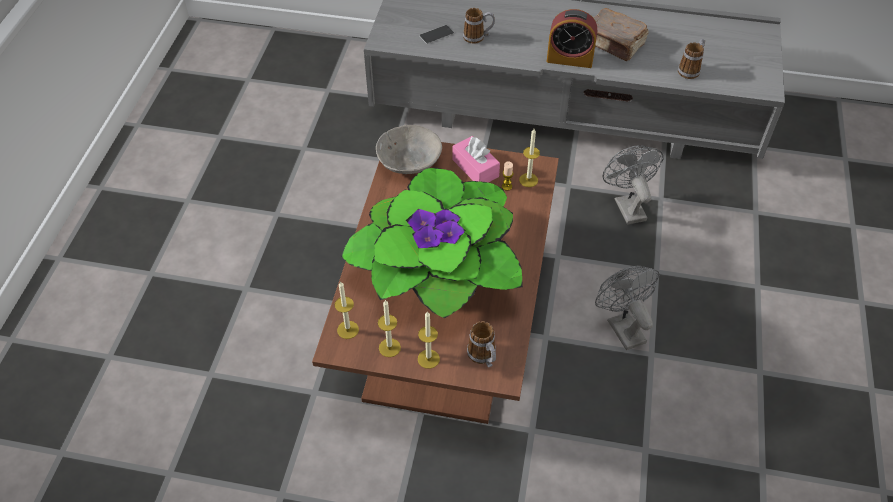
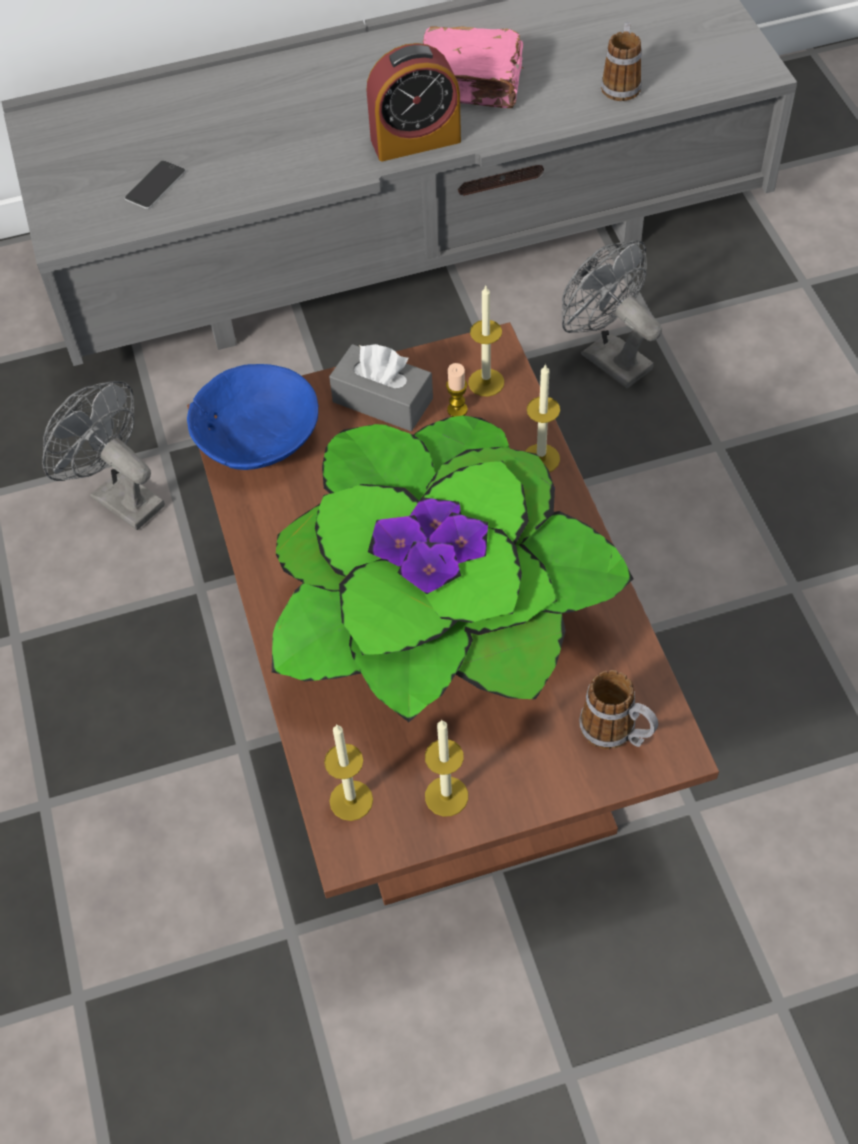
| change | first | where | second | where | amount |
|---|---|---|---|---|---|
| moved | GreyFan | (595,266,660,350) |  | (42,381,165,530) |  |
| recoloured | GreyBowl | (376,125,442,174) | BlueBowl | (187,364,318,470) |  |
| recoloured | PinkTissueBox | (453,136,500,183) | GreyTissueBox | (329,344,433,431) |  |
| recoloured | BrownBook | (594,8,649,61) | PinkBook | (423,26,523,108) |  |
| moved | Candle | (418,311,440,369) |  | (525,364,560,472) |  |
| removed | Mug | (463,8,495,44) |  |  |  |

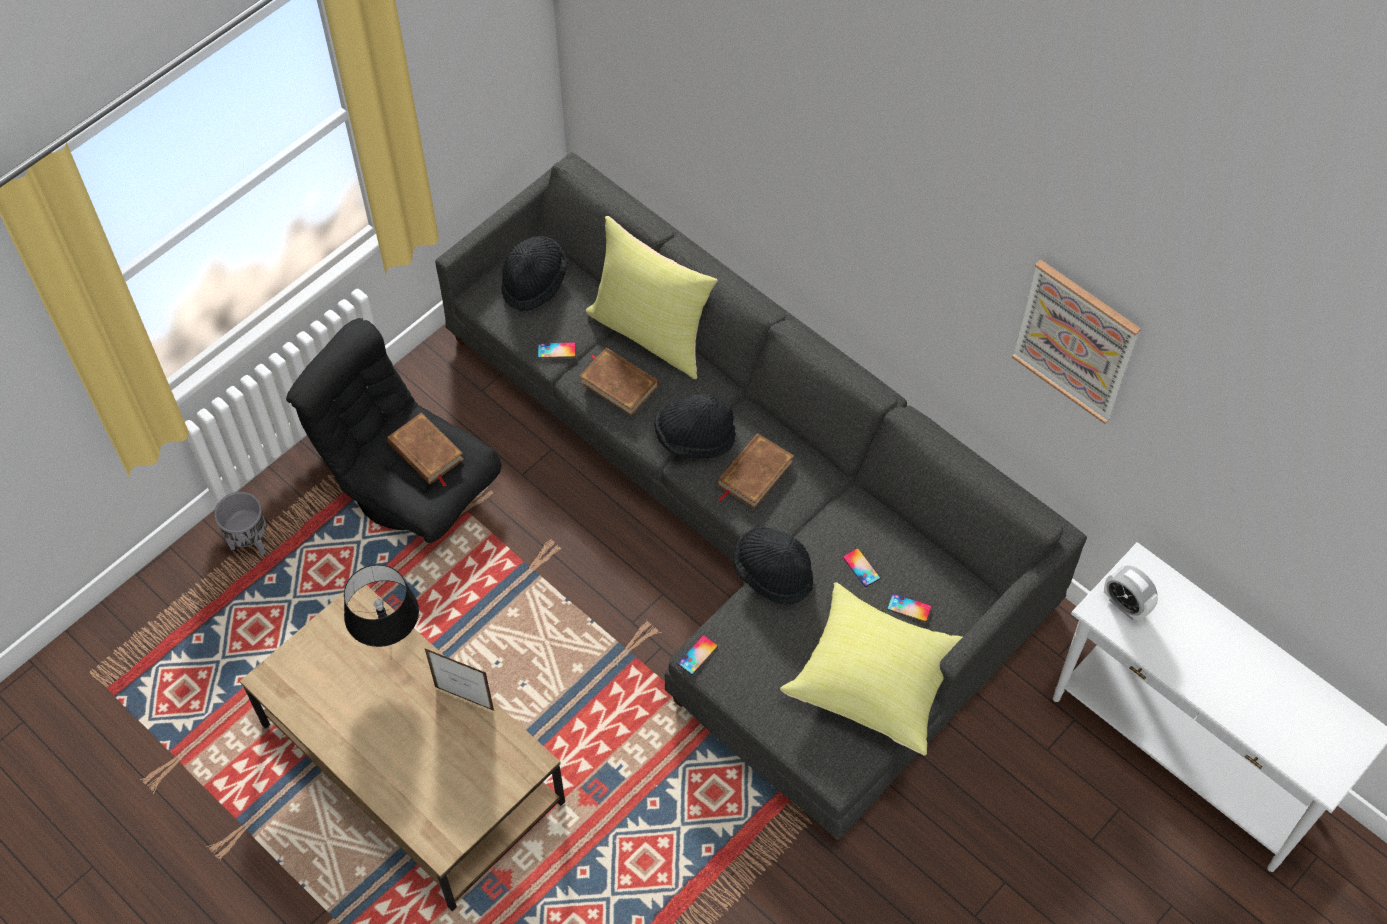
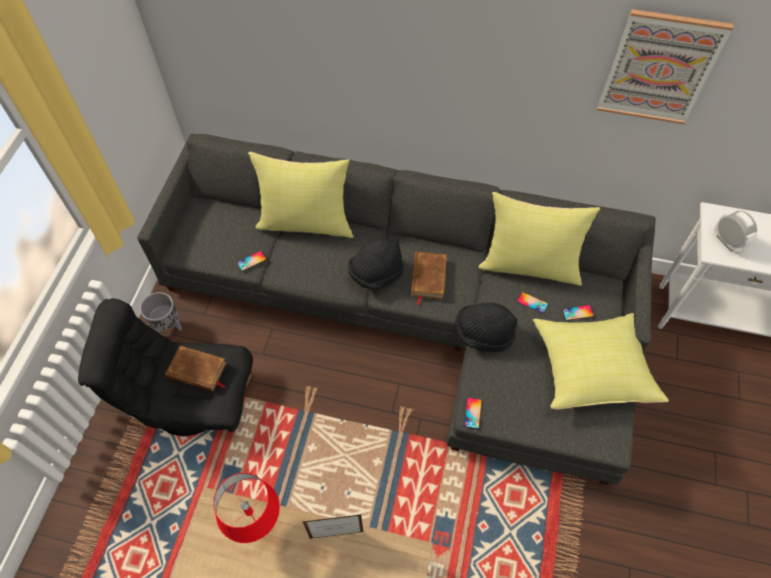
| change | first | where | second | where | amount |
|---|---|---|---|---|---|
| moved | GreyPlanter | (214,492,266,555) |  | (140,292,182,333) |  |
| recoloured | BlackTableLamp | (344,564,419,647) | RedTableLamp | (213,473,280,543) |  |
| added |  |  | YellowPillow | (478,192,600,286) |  |
| turned | AlarmClock | (1104,565,1158,623) |  | (714,210,757,253) | 135 degrees counterclockwise |
| removed | BlackHat | (501,236,568,312) |  |  |  |
| removed | BrownBook | (580,347,659,416) |  |  |  |

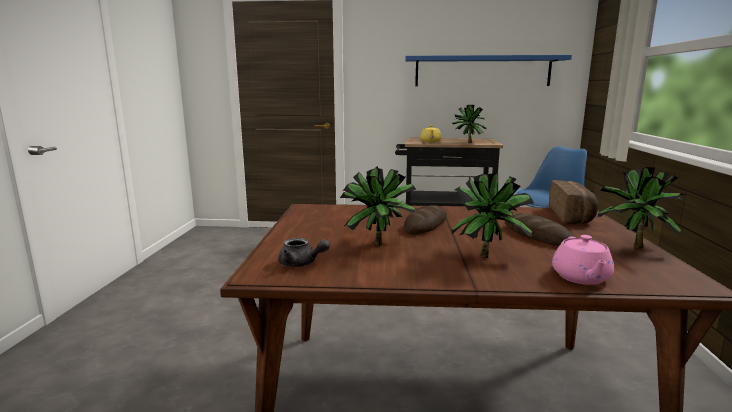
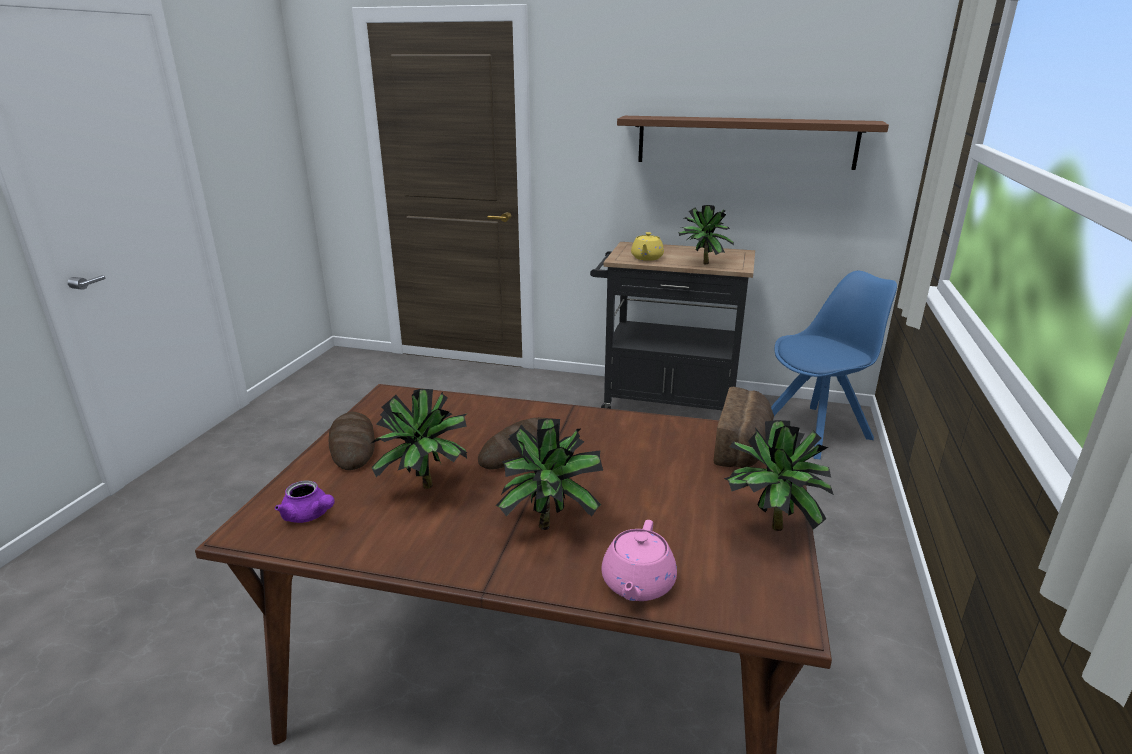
| change | first | where | second | where | amount |
|---|---|---|---|---|---|
| recoloured | GreyTeapot | (278,238,330,267) | PurpleTeapot | (275,481,335,523) |  |
| moved | Bread | (505,214,574,246) |  | (329,412,375,470) |  |
| recoloured | BlueShelf | (405,55,572,86) | BrownShelf | (617,116,889,170) |  |

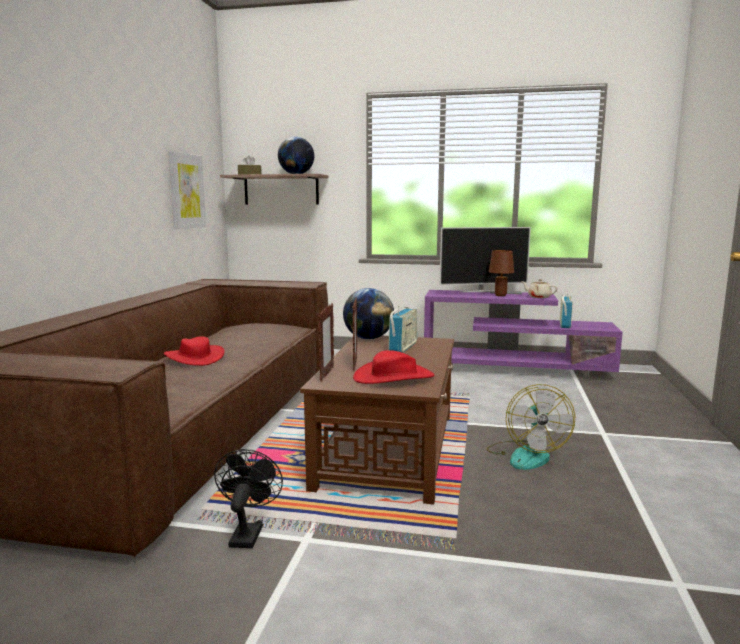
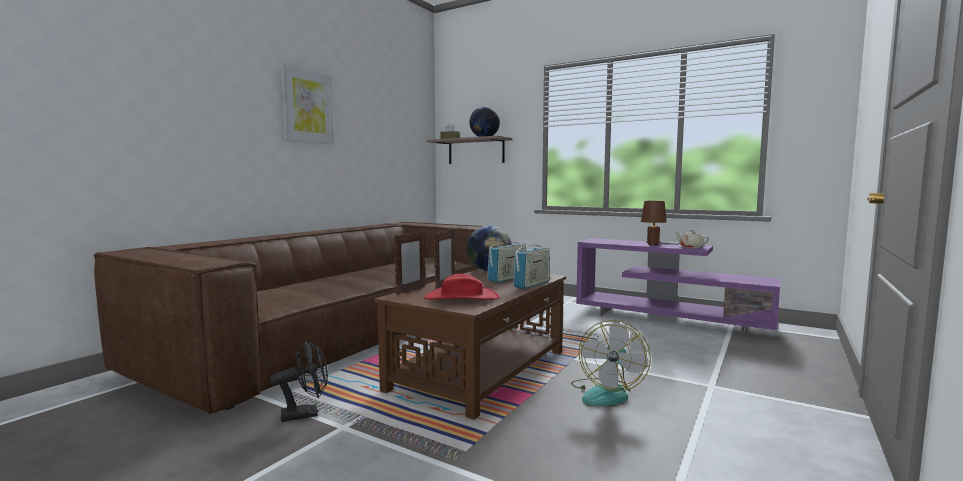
| change | first | where | second | where | amount |
|---|---|---|---|---|---|
| turned | BlackFan | (214,449,283,548) |  | (270,340,328,422) | 45 degrees clockwise |
| moved | Picture | (168,151,206,229) |  | (281,64,334,144) |  |
| moved | Radio | (560,294,573,328) |  | (513,242,550,289) |  |
| removed | RedHat | (164,336,225,366) |  |  |  |
| removed | Television | (440,227,531,292) |  |  |  |

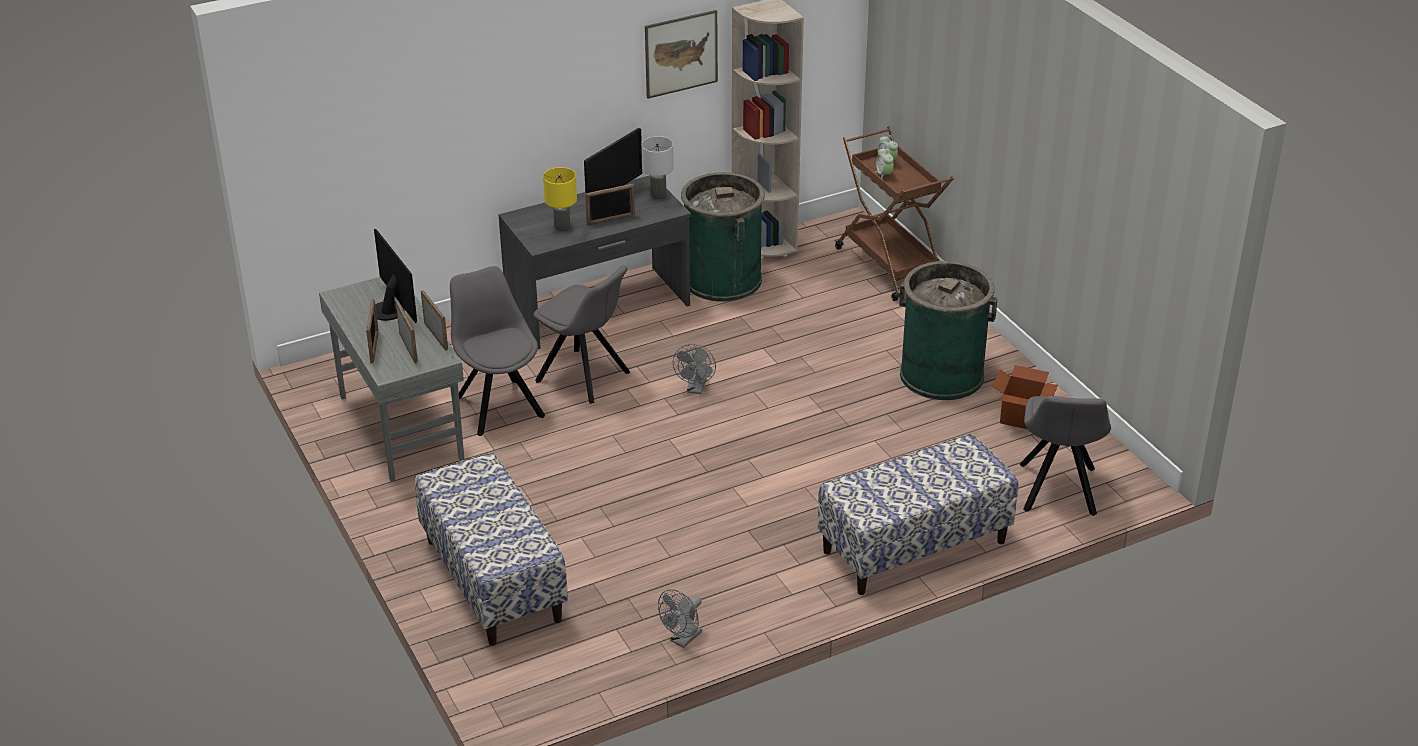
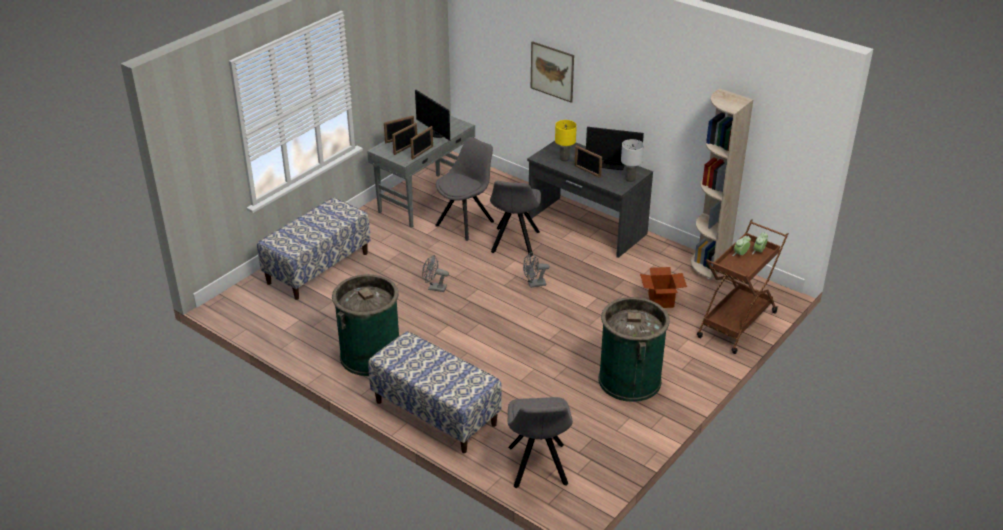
| change | first | where | second | where | amount |
|---|---|---|---|---|---|
| moved | GreenTrashCan | (681,172,765,302) |  | (332,274,399,376) |  |
| turned | Monitor | (374,229,417,323) |  | (415,89,450,141) | 105 degrees clockwise |
| moved | GreyFan | (658,589,702,648) |  | (422,255,449,292) |  |
| turned | GreyChair | (1019,396,1111,516) |  | (507,397,573,488) | 75 degrees counterclockwise |
| moved | Picture | (645,10,718,99) |  | (531,41,574,103) |  |
| moved | CardboardBox | (992,365,1058,429) |  | (640,267,687,308) |  |

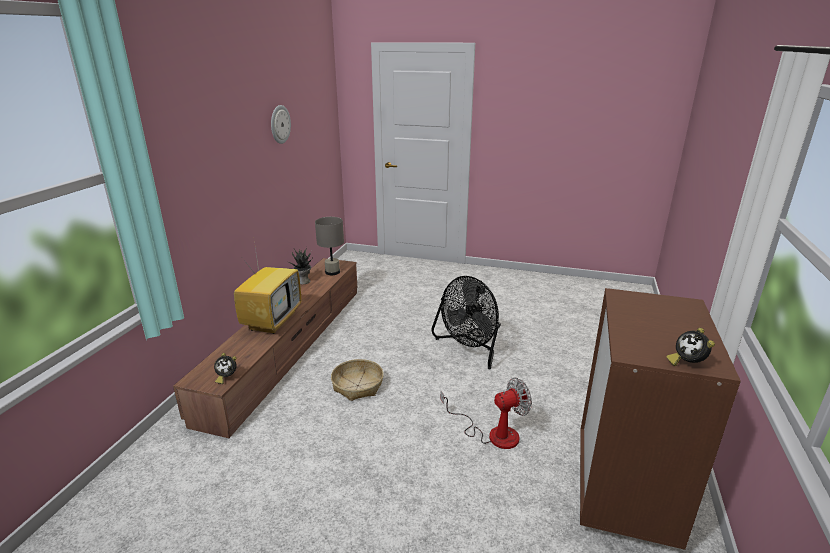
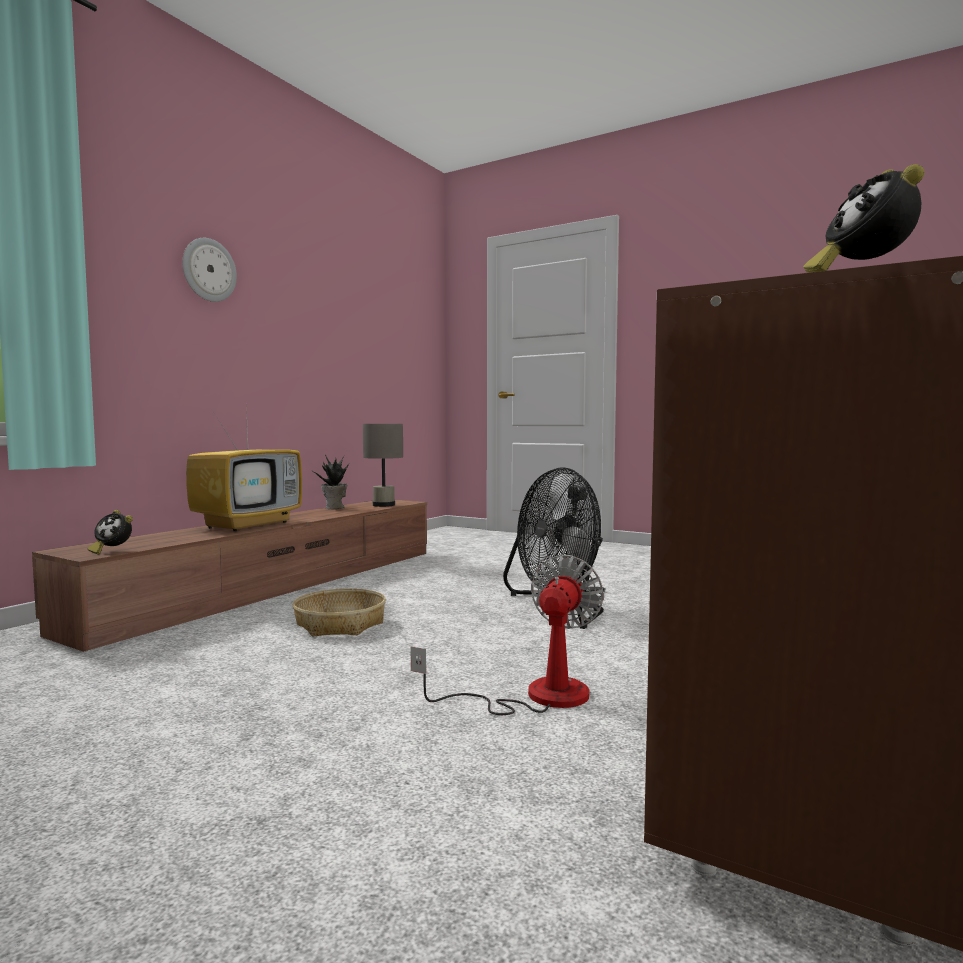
| change | first | where | second | where | amount |
|---|---|---|---|---|---|
| moved | WallClock | (271,105,291,144) |  | (182,238,237,302) |  |
| turned | Fan | (441,378,532,449) |  | (411,555,604,715) | 60 degrees counterclockwise |

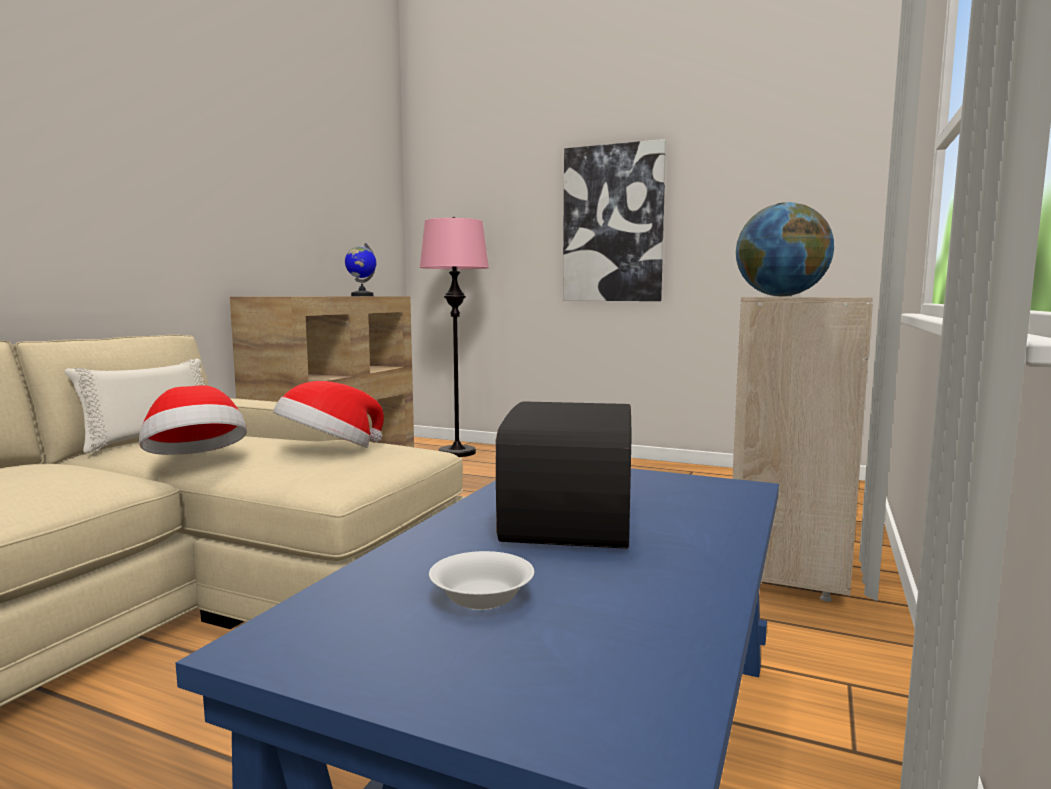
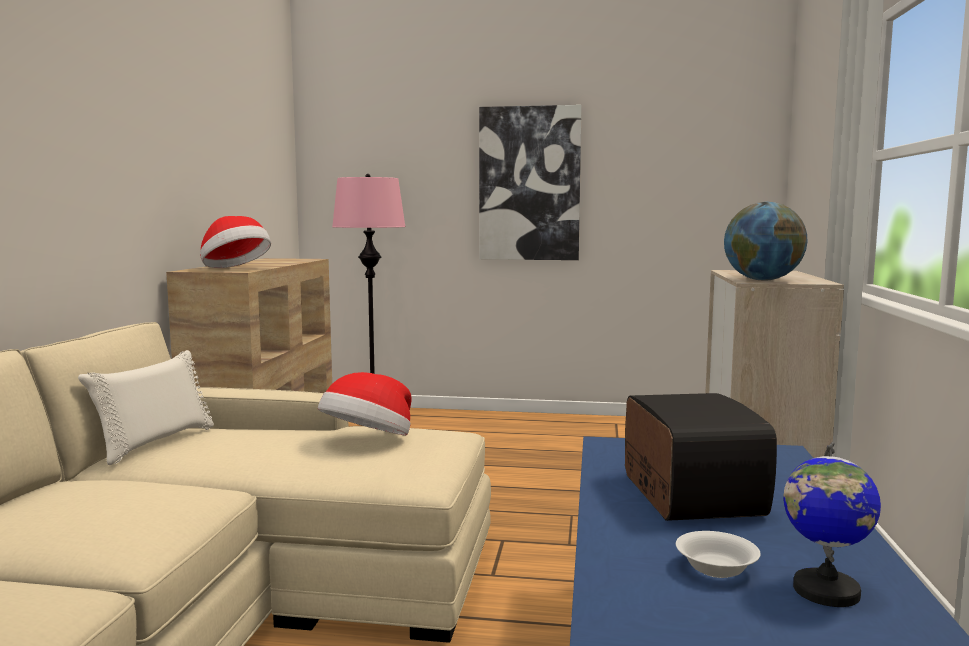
| change | first | where | second | where | amount |
|---|---|---|---|---|---|
| moved | Hat | (139,385,247,455) |  | (200,216,271,268) |  |
| moved | Globe | (345,243,376,296) |  | (783,441,881,607) |  |

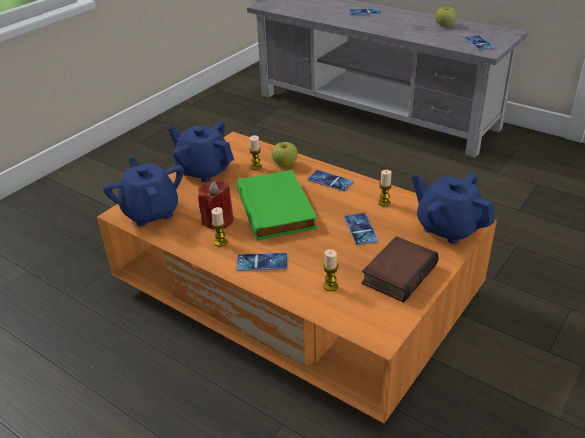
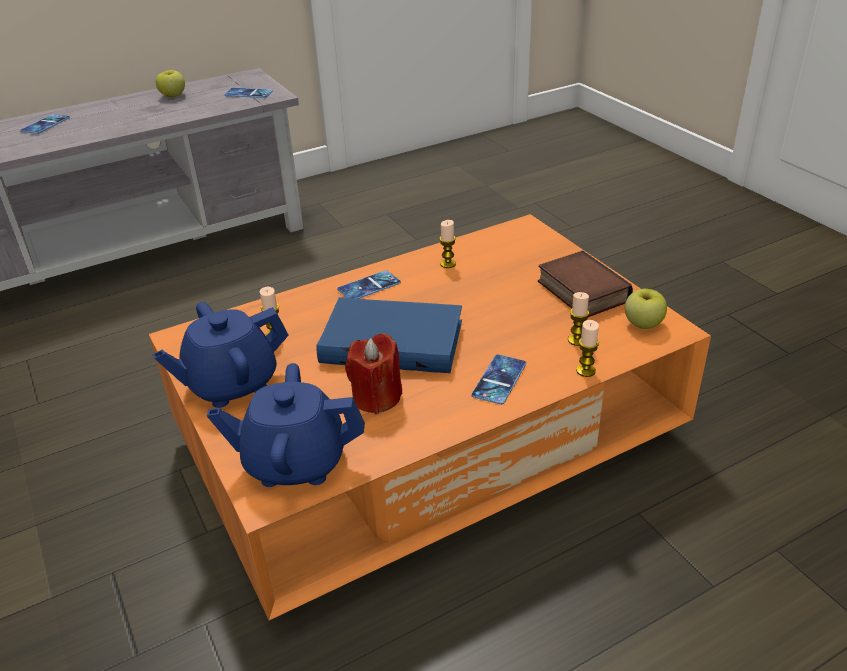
| change | first | where | second | where | amount |
|---|---|---|---|---|---|
| recoloured | GreenBook | (237,170,317,241) | BlueBook | (316,297,462,373) |  |
| moved | Candle | (211,207,228,247) |  | (576,320,599,377) |  |
| moved | Apple | (271,142,298,167) |  | (625,289,667,329) |  |
| removed | Phone | (344,213,378,245) |  |  |  |
| removed | BlueTeapot | (412,173,495,244) |  |  |  |

